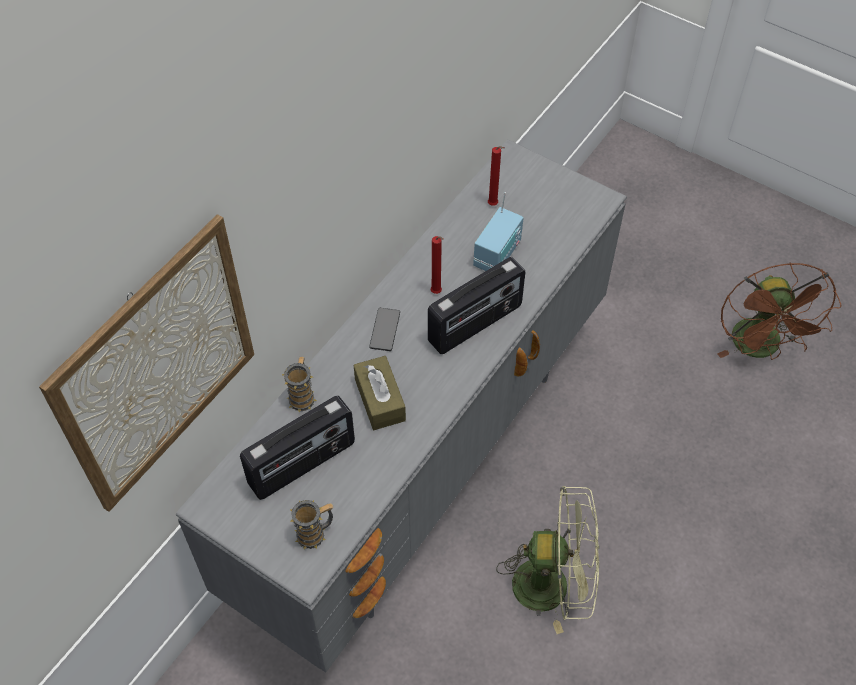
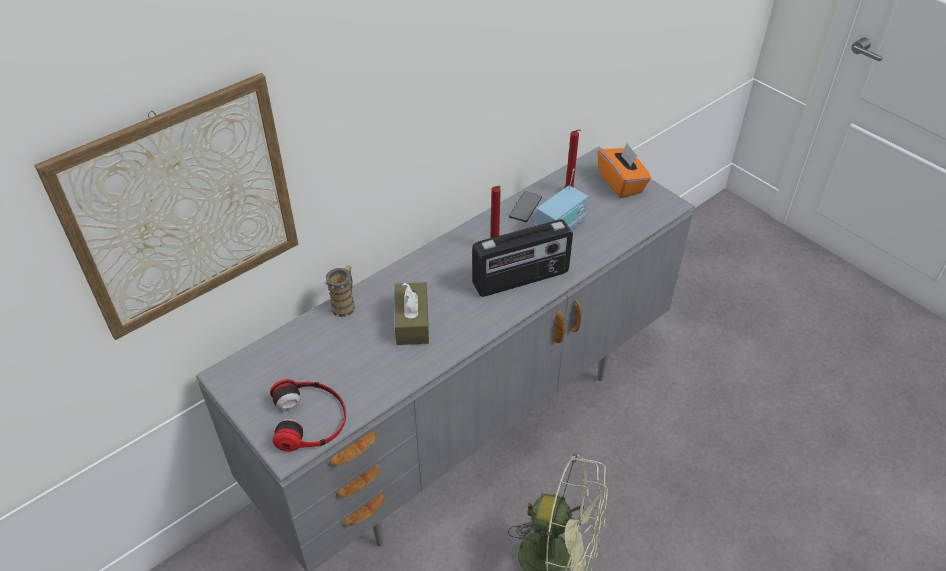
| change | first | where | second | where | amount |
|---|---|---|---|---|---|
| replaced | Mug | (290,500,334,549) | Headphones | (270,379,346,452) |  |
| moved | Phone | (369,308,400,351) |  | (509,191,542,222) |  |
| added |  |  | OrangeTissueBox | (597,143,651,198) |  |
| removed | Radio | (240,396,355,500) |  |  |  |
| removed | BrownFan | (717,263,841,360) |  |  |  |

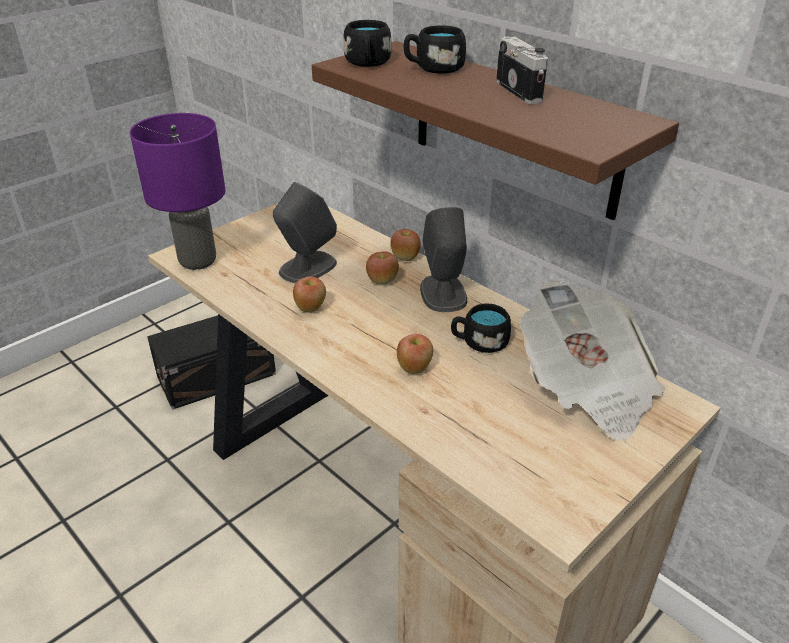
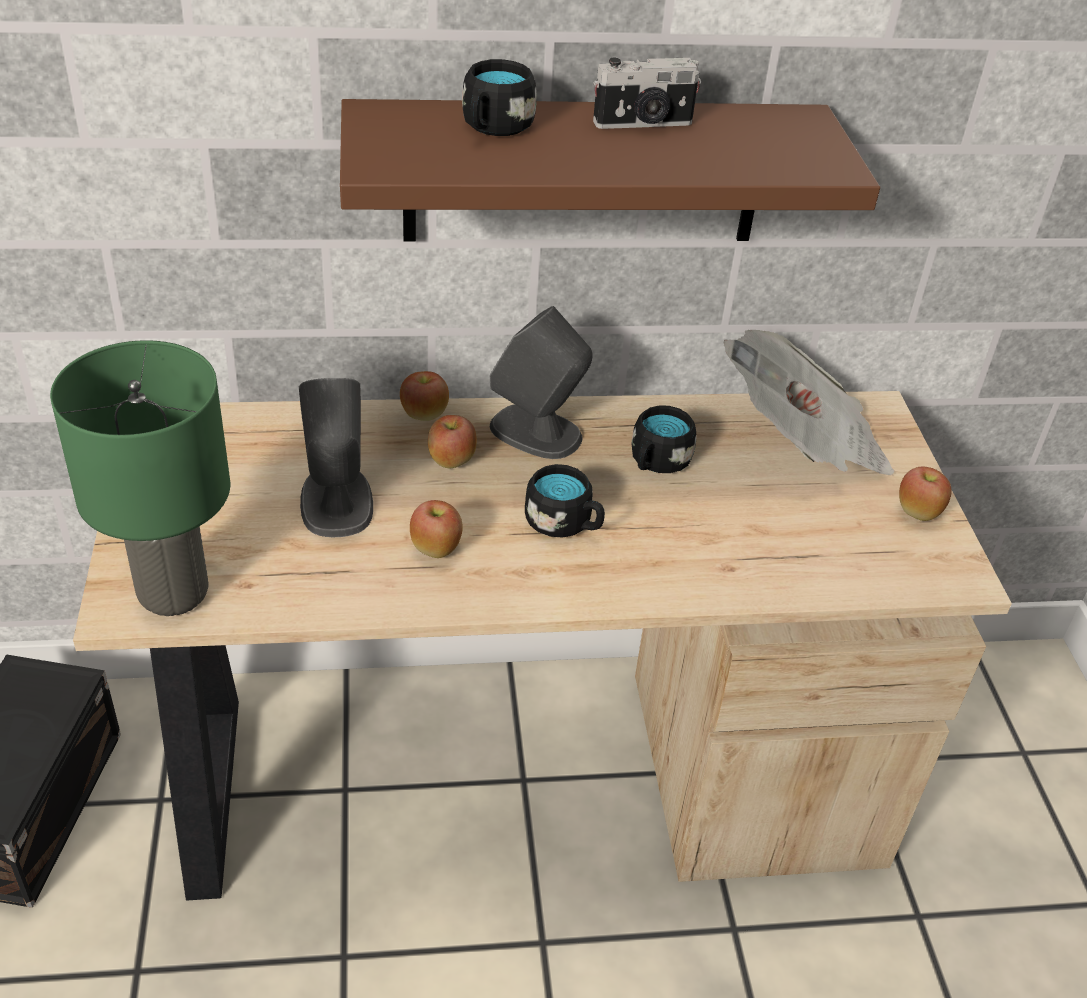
| change | first | where | second | where | amount |
|---|---|---|---|---|---|
| recoloured | PurpleTableLamp | (130,113,225,270) | GreenTableLamp | (50,340,230,616) |  |
| moved | BlackMug | (343,20,392,67) |  | (525,464,605,538) |  |
| turned | PhotoCamera | (496,36,548,104) |  | (593,58,701,129) | 150 degrees clockwise |
| moved | Apple | (397,334,433,374) |  | (899,467,952,521) |  |

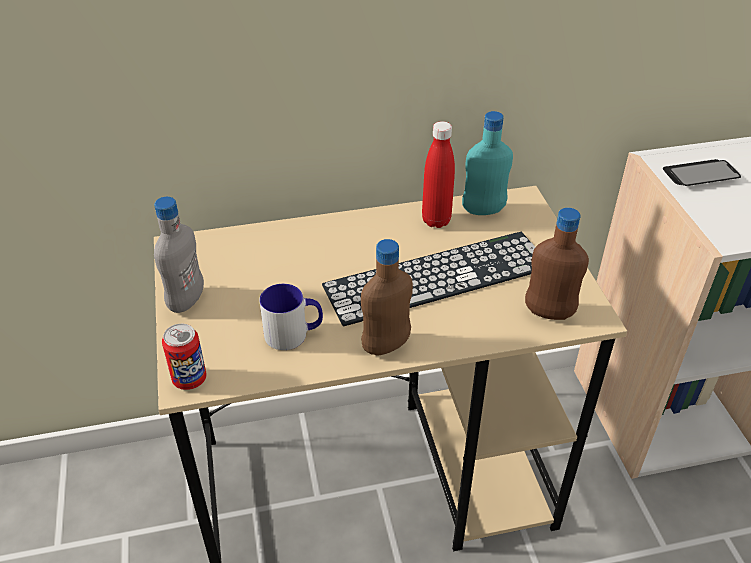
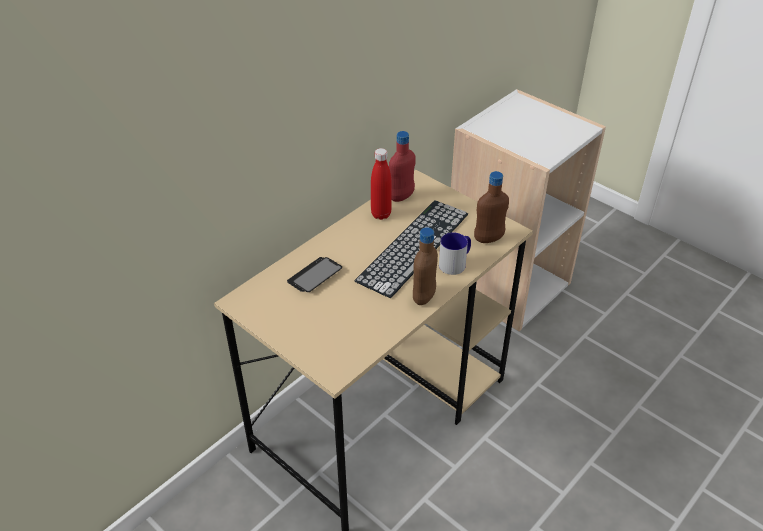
| change | first | where | second | where | amount |
|---|---|---|---|---|---|
| moved | Phone | (663,159,741,186) |  | (287,257,342,292) |  |
| recoloured | TurquoiseBottle | (462,111,513,215) | RedBottle | (389,131,416,202) |  |
| moved | Mug | (259,284,323,350) |  | (439,232,471,275) |  |
| removed | GreyBottle | (154,197,204,313) |  |  |  |
| removed | Can | (162,324,207,390) |  |  |  |

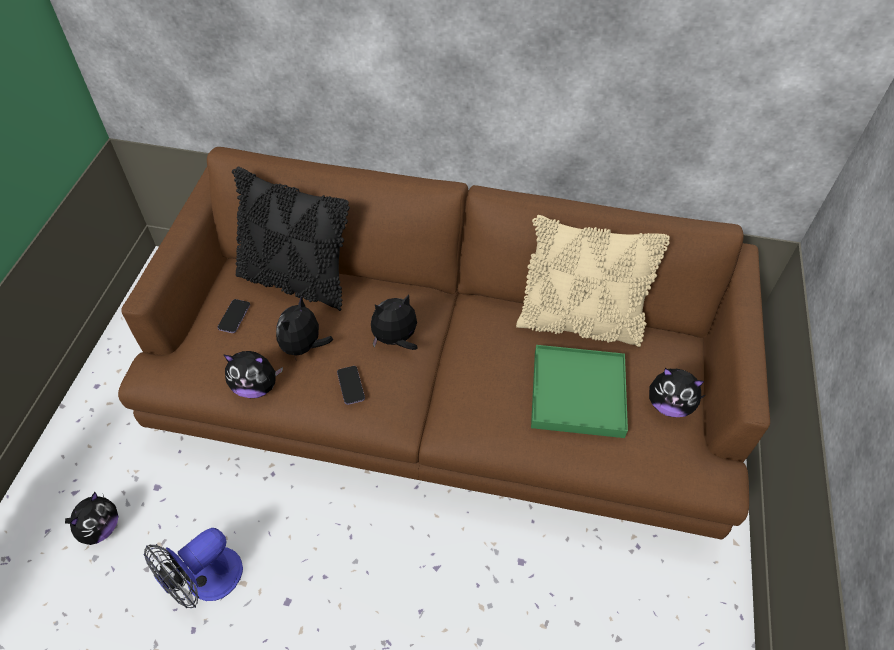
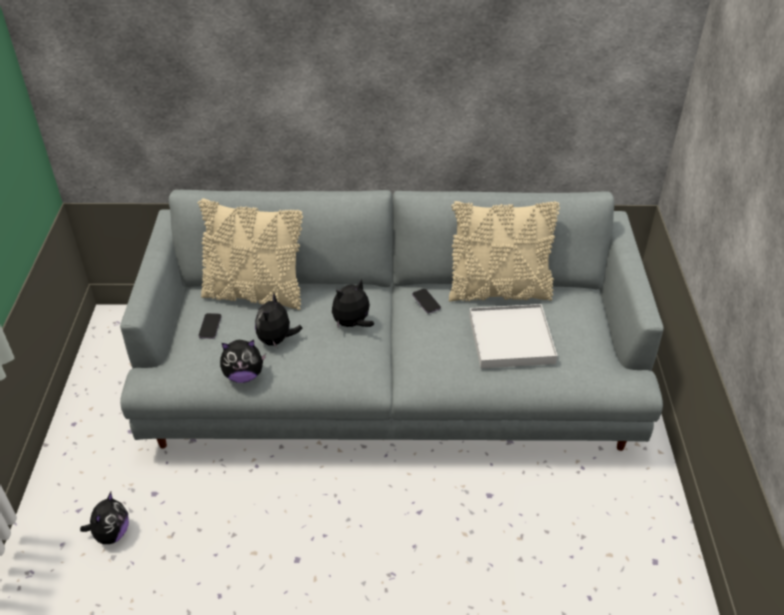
| change | first | where | second | where | amount |
|---|---|---|---|---|---|
| recoloured | BrownSofa | (118,147,770,539) | GreySofa | (120,190,664,451) |  |
| recoloured | BlackPillow | (232,167,350,311) | BeigePillow | (198,198,303,310) |  |
| moved | Phone | (337,366,365,405) |  | (412,289,441,313) |  |
| recoloured | GreenTray | (531,345,628,438) | WhiteTray | (469,304,558,368) |  |
| removed | Fan | (144,528,243,608) |  |  |  |
| removed | PlushToy | (649,368,705,417) |  |  |  |

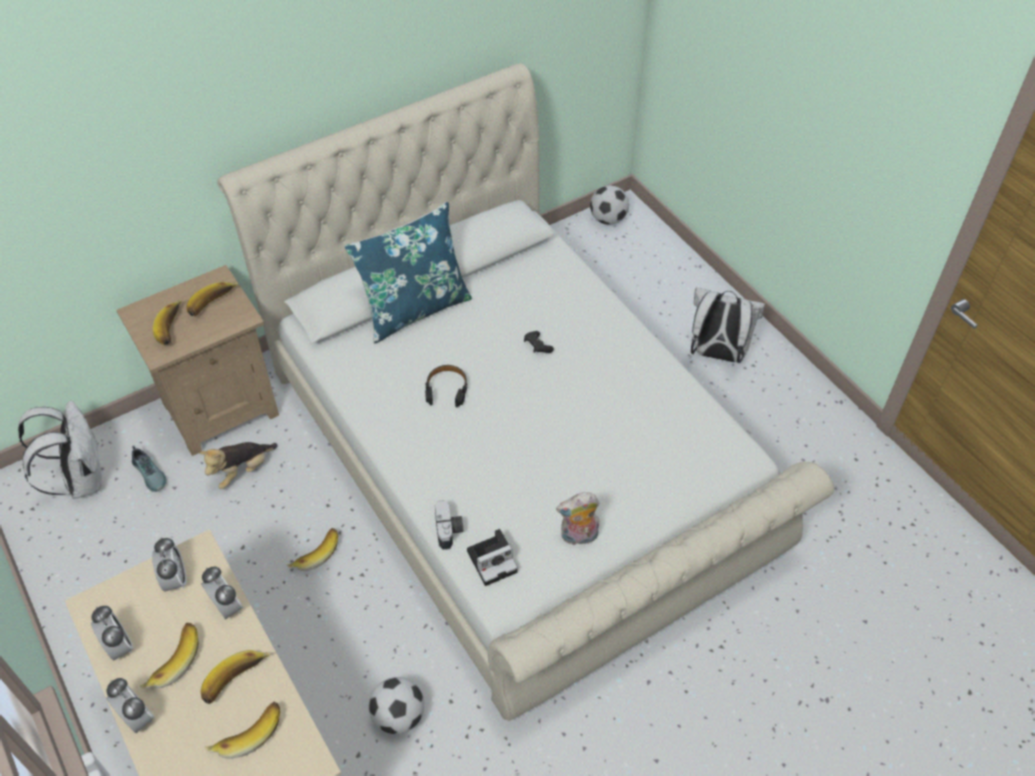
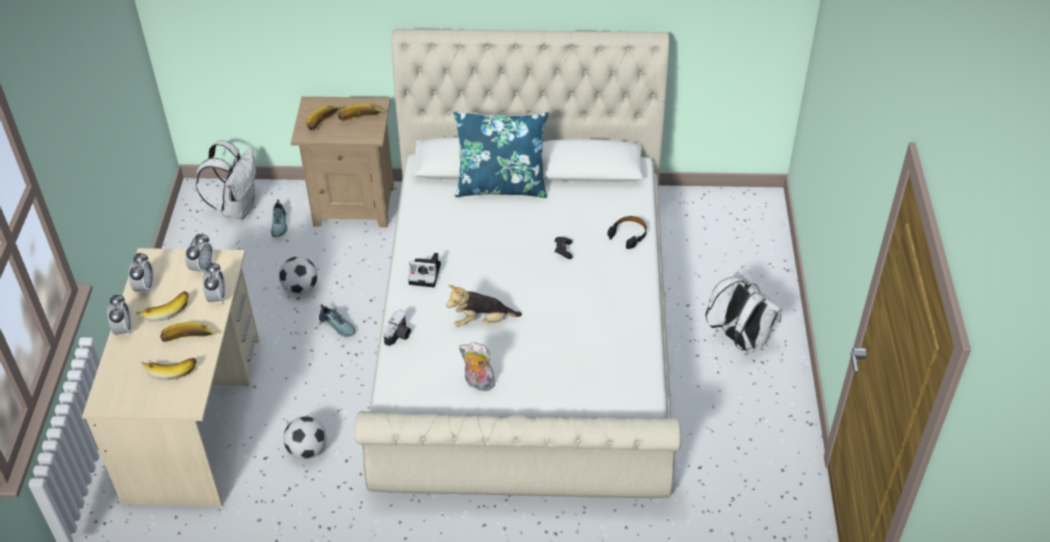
| change | first | where | second | where | amount |
|---|---|---|---|---|---|
| moved | Football | (590,185,629,225) |  | (279,257,318,295) |  |
| replaced | Banana | (287,528,338,571) | Shoe | (319,304,356,337) |  |
| moved | PhotoCamera | (467,529,518,586) |  | (408,253,441,287) |  |
| moved | PlushToy | (199,442,278,489) |  | (446,285,522,327) |  |
| moved | BlackHeadphones | (425,365,468,407) |  | (607,216,647,249) |  |

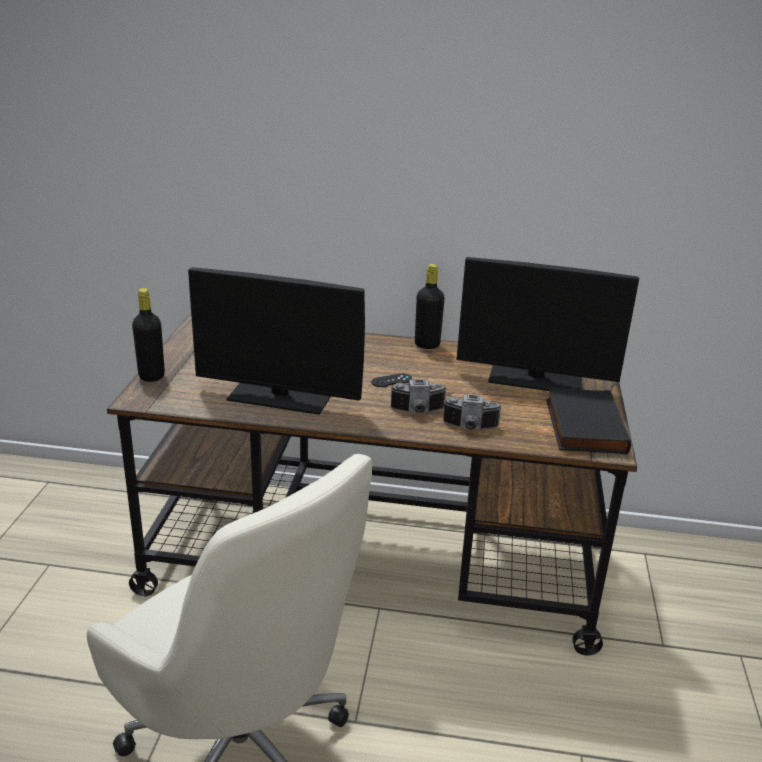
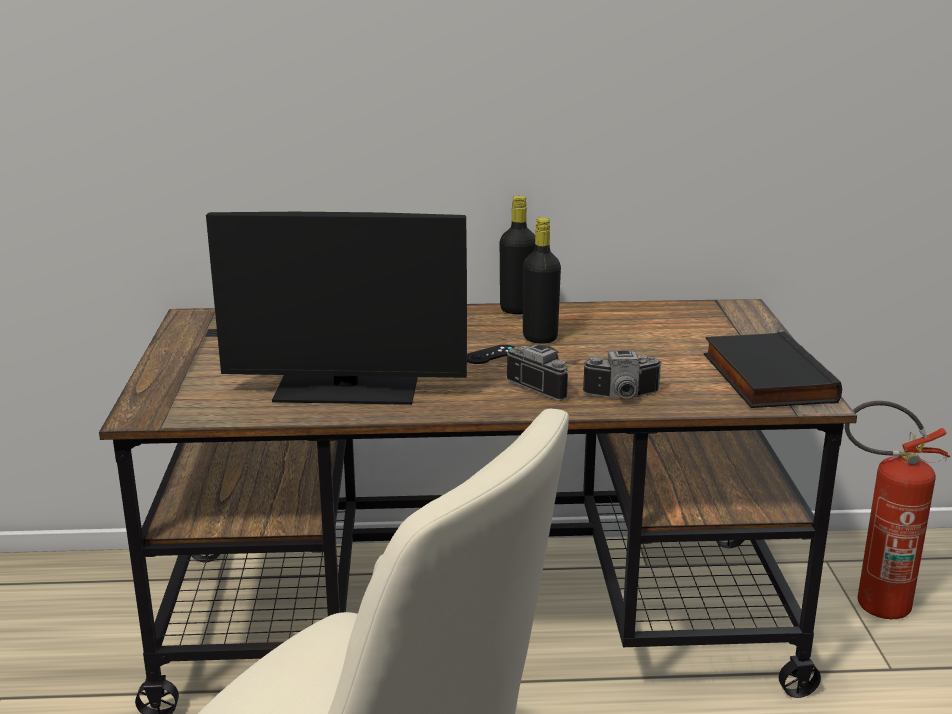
| change | first | where | second | where | amount |
|---|---|---|---|---|---|
| turned | PhotoCamera | (390,380,447,414) |  | (507,344,568,401) | 120 degrees counterclockwise |
| moved | BlackBottle | (132,288,165,382) |  | (523,217,561,344) |  |
| added |  |  | FireExtinguisher | (845,401,950,619) |  |
| removed | Monitor | (457,257,639,391) |  |  |  |

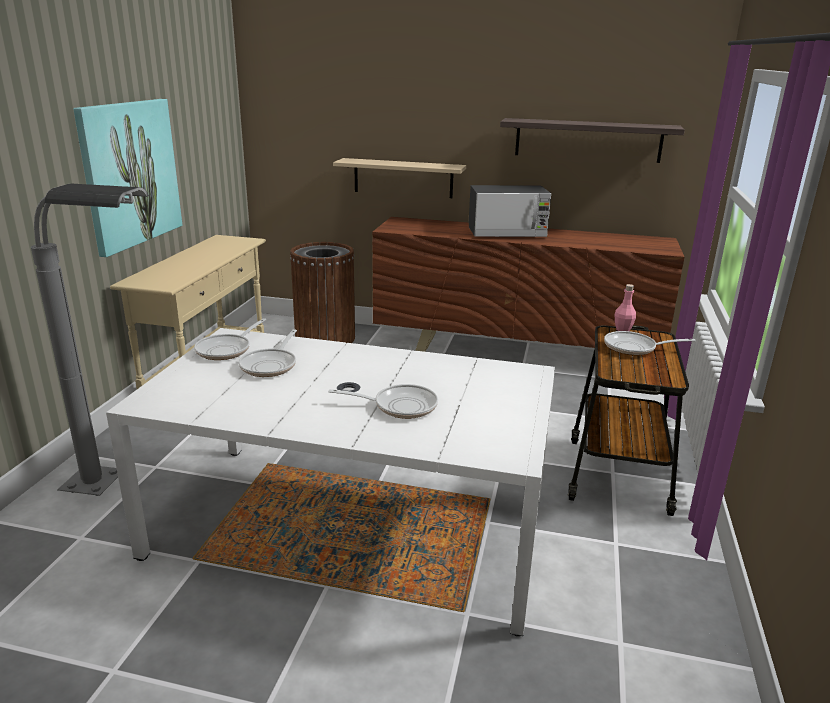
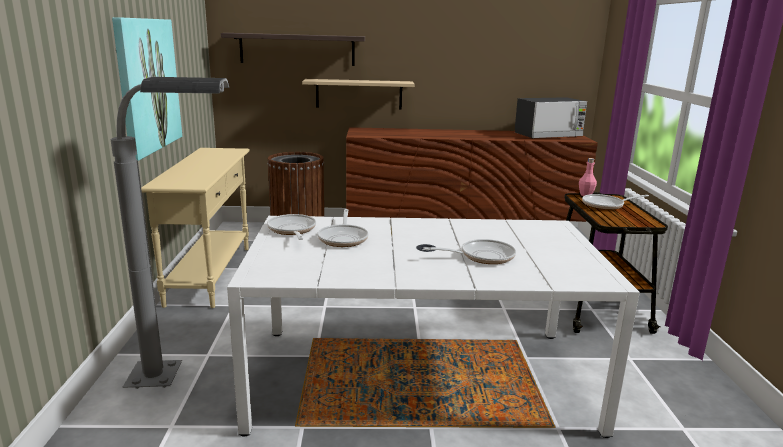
| change | first | where | second | where | amount |
|---|---|---|---|---|---|
| moved | Shelf | (500,118,685,163) |  | (221,33,365,66) |  |
| turned | FryingPan | (194,318,266,360) |  | (267,214,316,240) | 150 degrees clockwise |
| moved | Microwave | (468,185,551,237) |  | (514,97,587,138) |  |

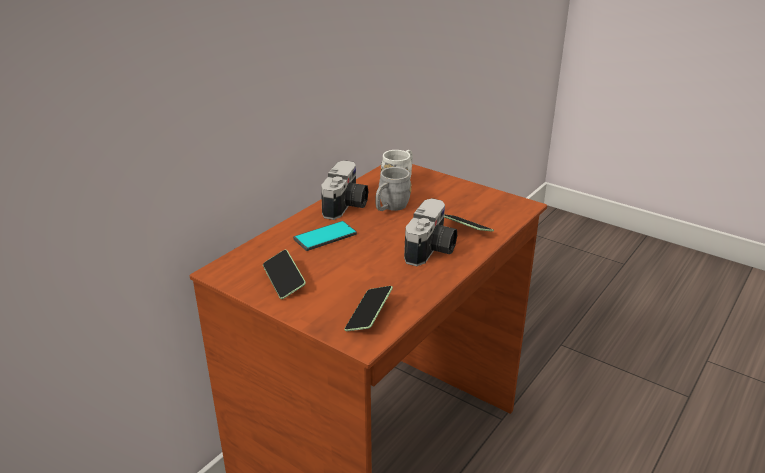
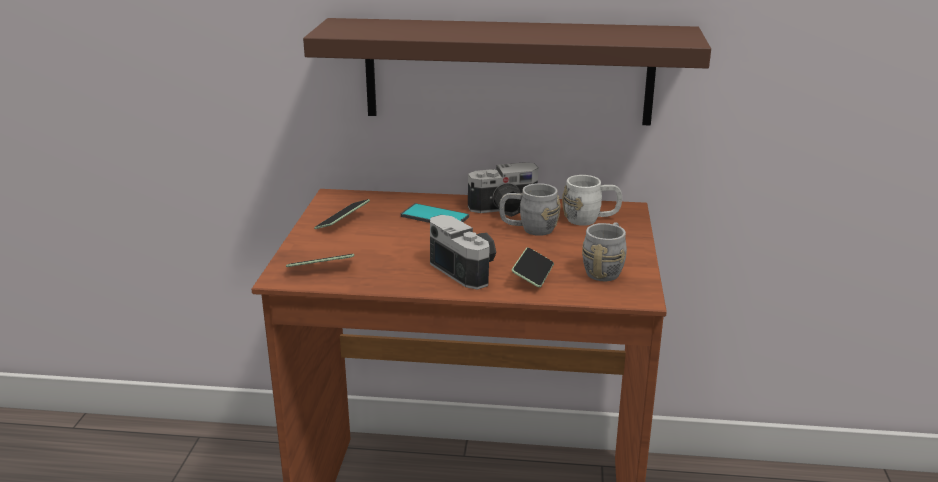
| change | first | where | second | where | amount |
|---|---|---|---|---|---|
| added |  |  | BrownShelf | (303,18,711,126) |  |
| turned | PhotoCamera | (404,198,457,266) |  | (430,215,496,290) | 120 degrees counterclockwise |
| added |  |  | GreyMug | (582,222,627,281) |  |

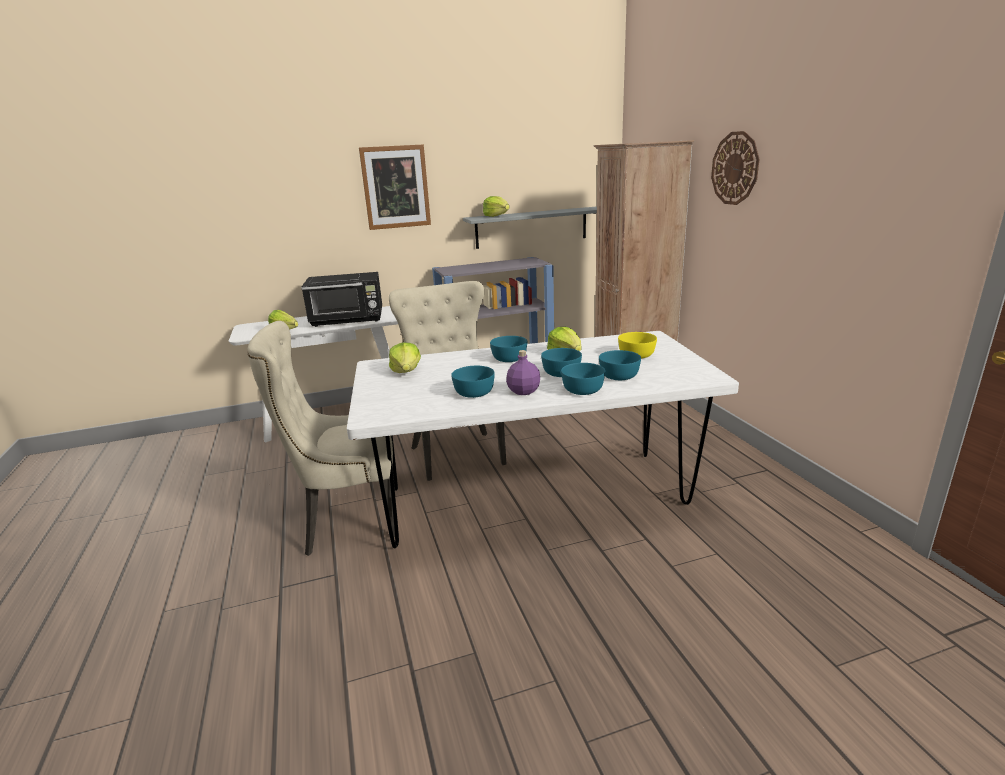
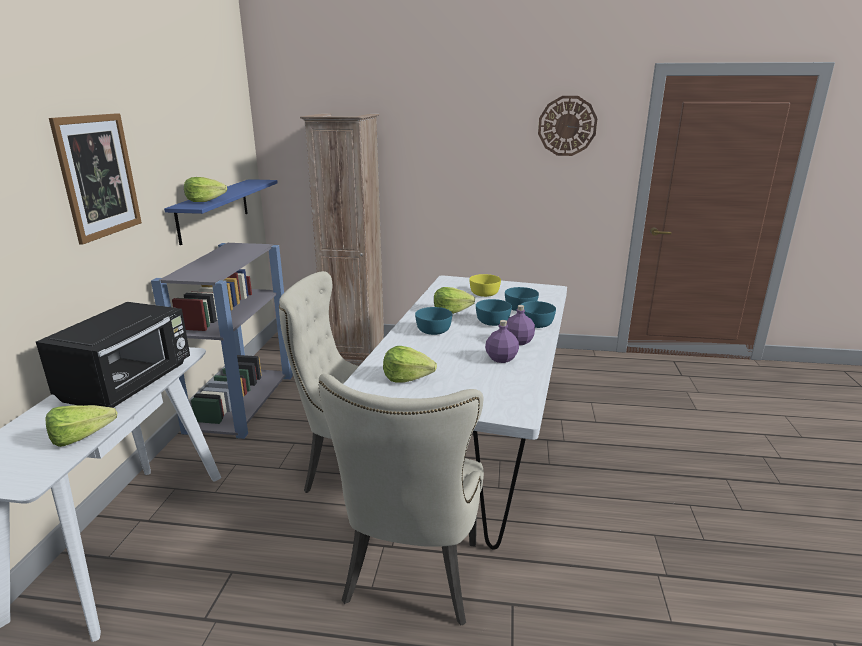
| change | first | where | second | where | amount |
|---|---|---|---|---|---|
| recoloured | GreyShelf | (463,207,597,249) | BlueShelf | (164,179,278,245) |  |
| replaced | TurquoiseBowl | (451,366,495,398) | PurpleBottle | (485,320,519,363) |  |
| moved | WallClock | (711,131,760,205) |  | (538,96,597,156) |  |

